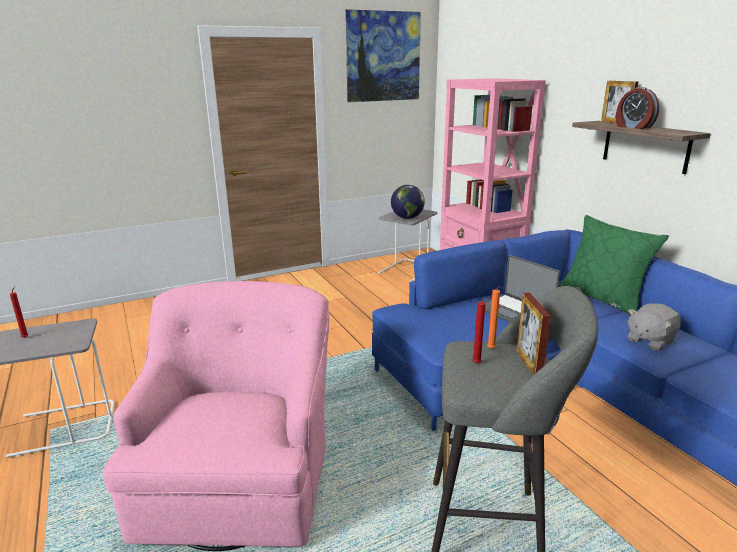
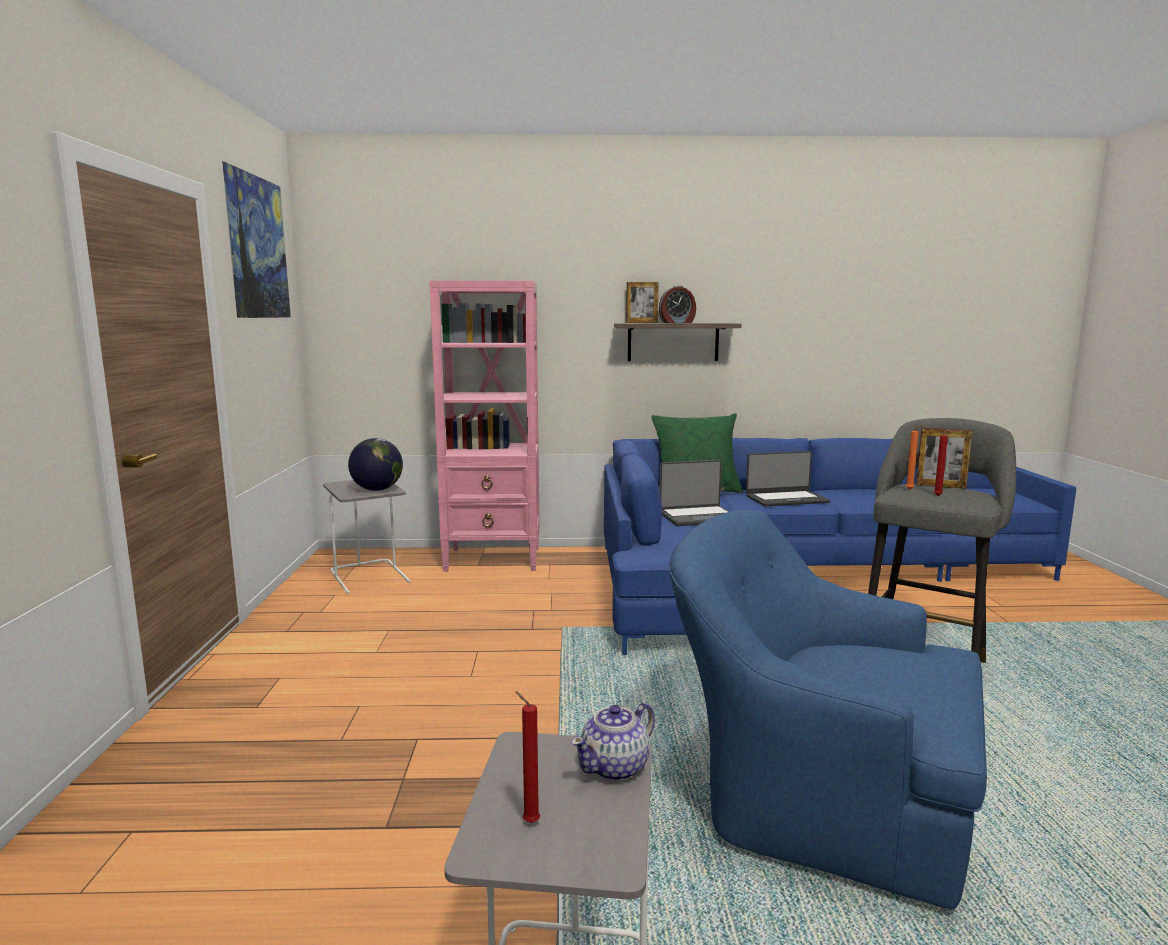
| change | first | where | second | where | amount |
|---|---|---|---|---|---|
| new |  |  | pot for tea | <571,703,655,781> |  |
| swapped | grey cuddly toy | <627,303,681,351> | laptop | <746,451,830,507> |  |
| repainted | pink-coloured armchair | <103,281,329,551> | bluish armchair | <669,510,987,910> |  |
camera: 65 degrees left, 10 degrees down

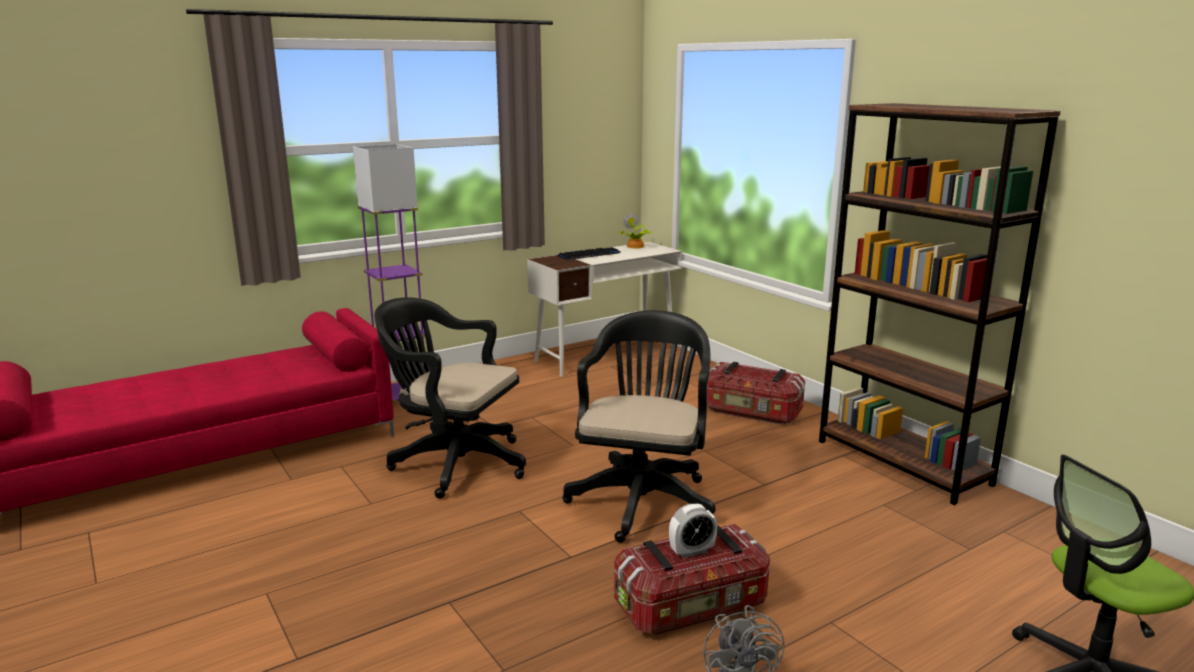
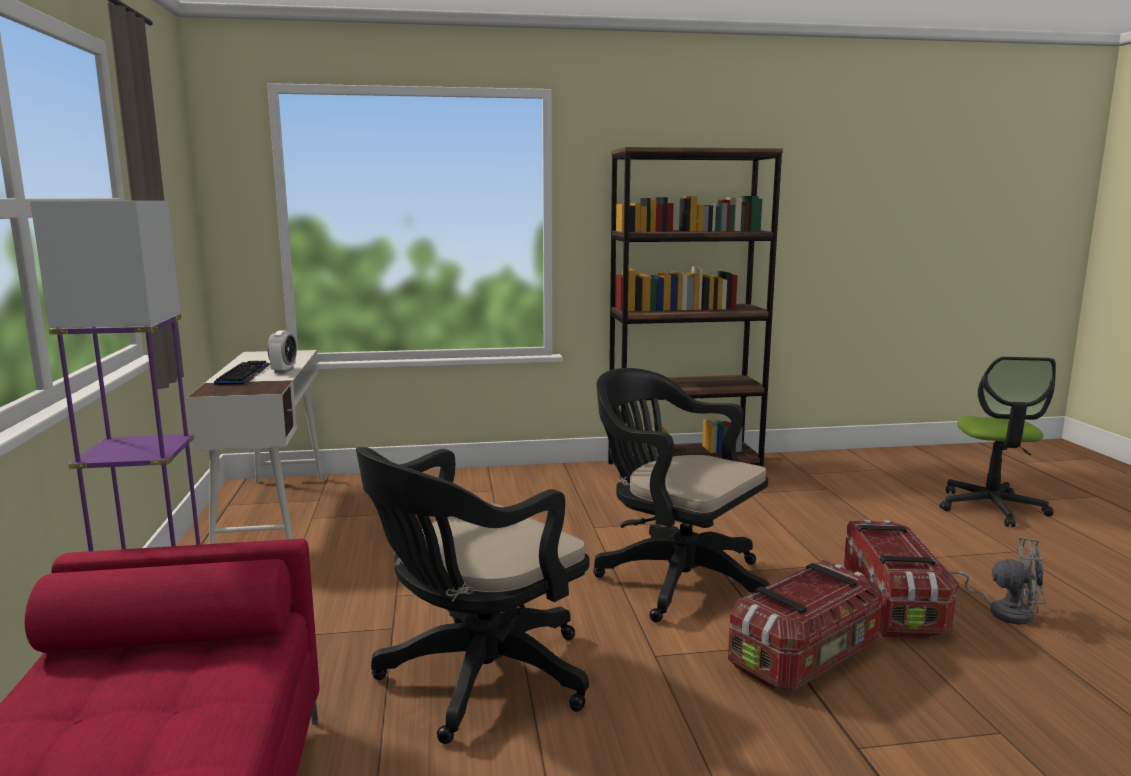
| change | first | where | second | where | amount |
|---|---|---|---|---|---|
| gone | potted plant | <618,212,652,248> |  |  |  |
| shifted | alarm clock | <669,504,717,558> |  | <267,331,297,374> |  |
| shifted | storage box | <707,362,805,425> |  | <728,560,883,691> |  |
camera: 65 degrees left, 5 degrees down

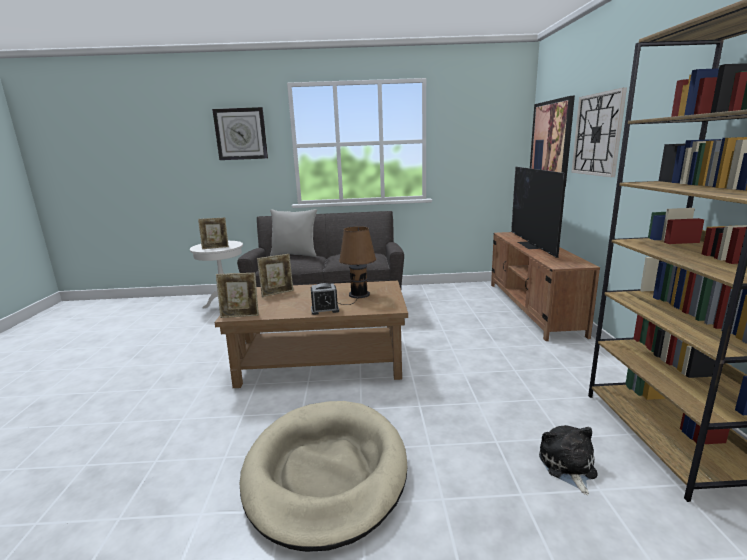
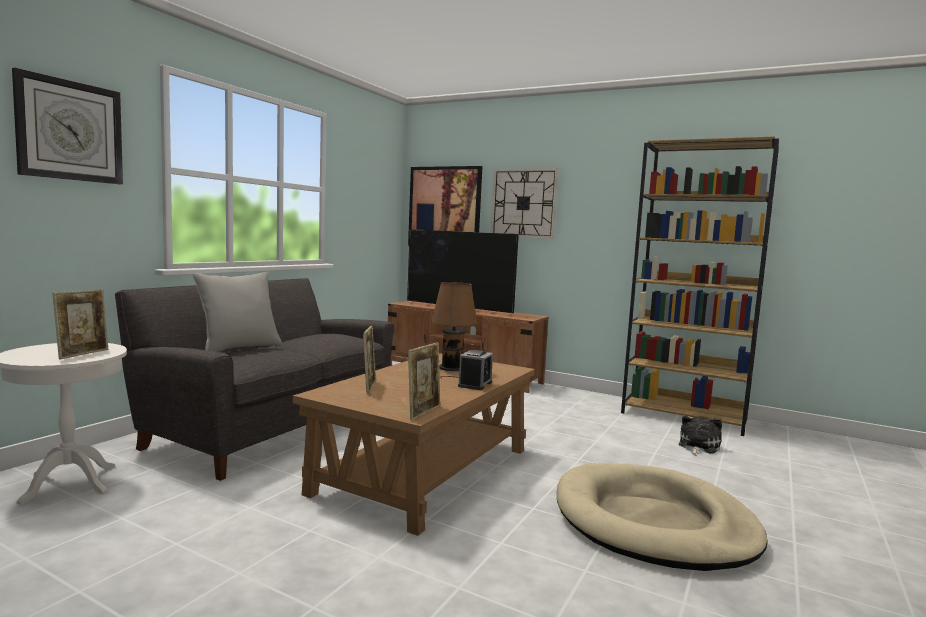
| change | first | where | second | where | amount |
|---|---|---|---|---|---|
| rotated | cuddly toy | <539,425,597,495> |  | <679,416,722,456> | 90 degrees clockwise |
camera: 60 degrees left, 10 degrees down

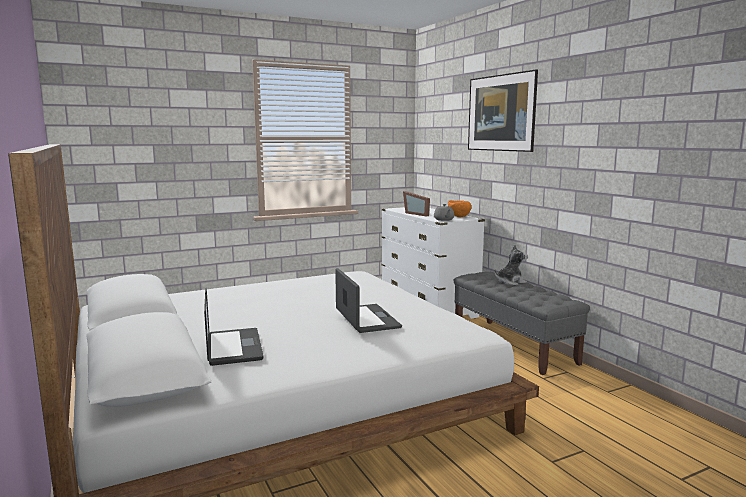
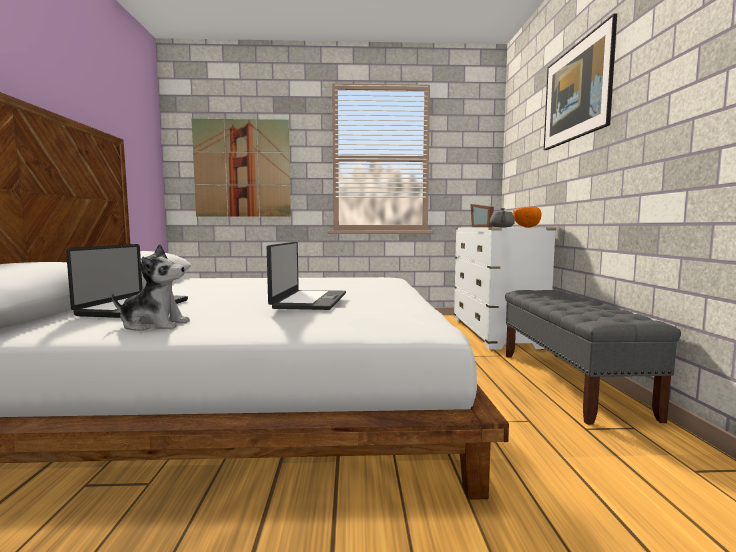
| change | first | where | second | where | amount |
|---|---|---|---|---|---|
| new |  |  | wall art | <192,119,291,217> |  |
| shifted | cuddly toy | <494,244,528,285> |  | <112,244,190,331> |  |
camera: 25 degrees right, 5 degrees down

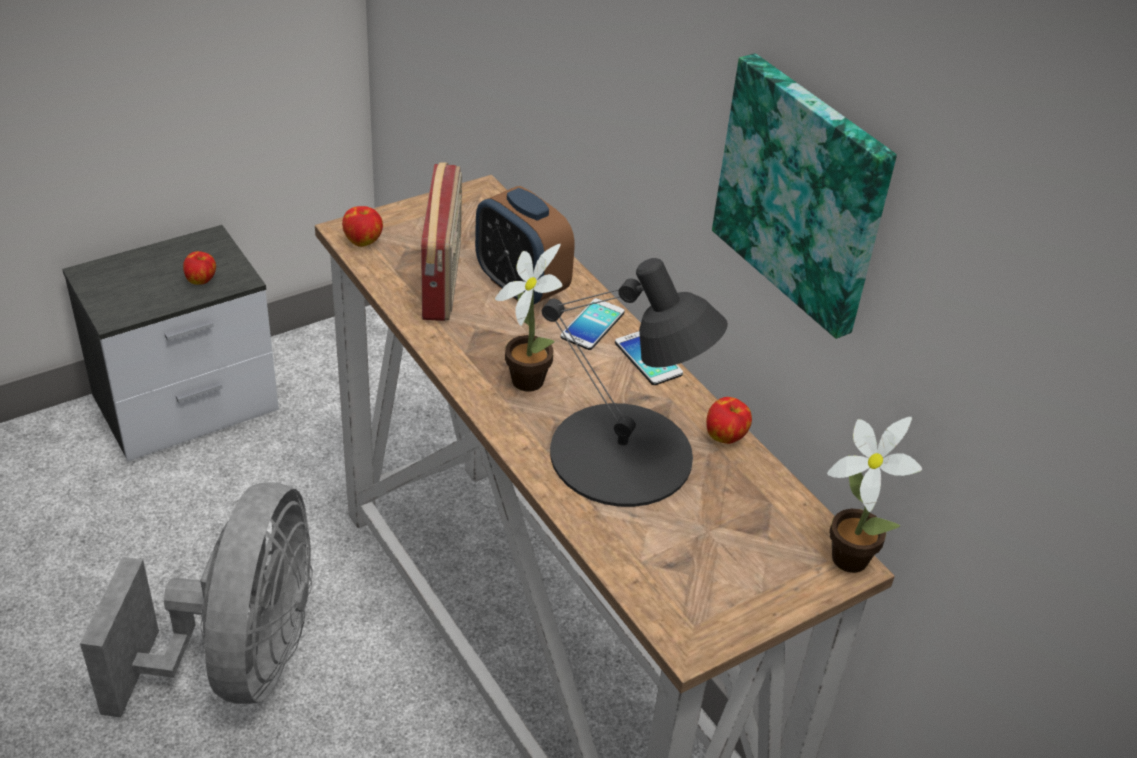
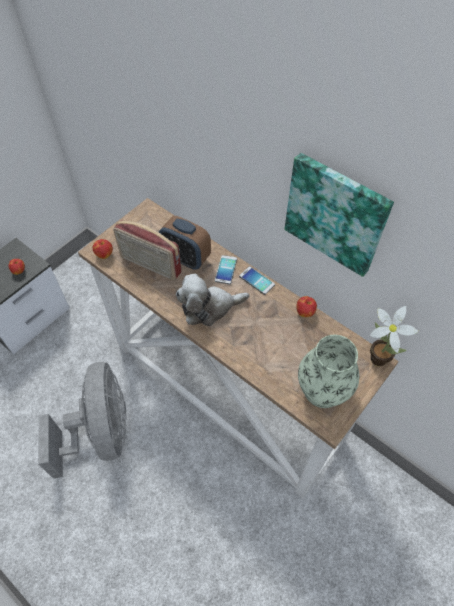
| change | first | where | second | where | amount |
|---|---|---|---|---|---|
| gone | blackish lamp for a table | <542,258,728,507> |  |  |  |
| new |  |  | decorative vase | <298,335,359,408> |  |
| swapped | potted plant | <495,244,563,392> | cuddly toy | <176,274,249,326> |  |
| rotated | radio | <421,162,462,321> |  | <113,220,182,281> | 135 degrees clockwise |
camera: 15 degrees left, 15 degrees up

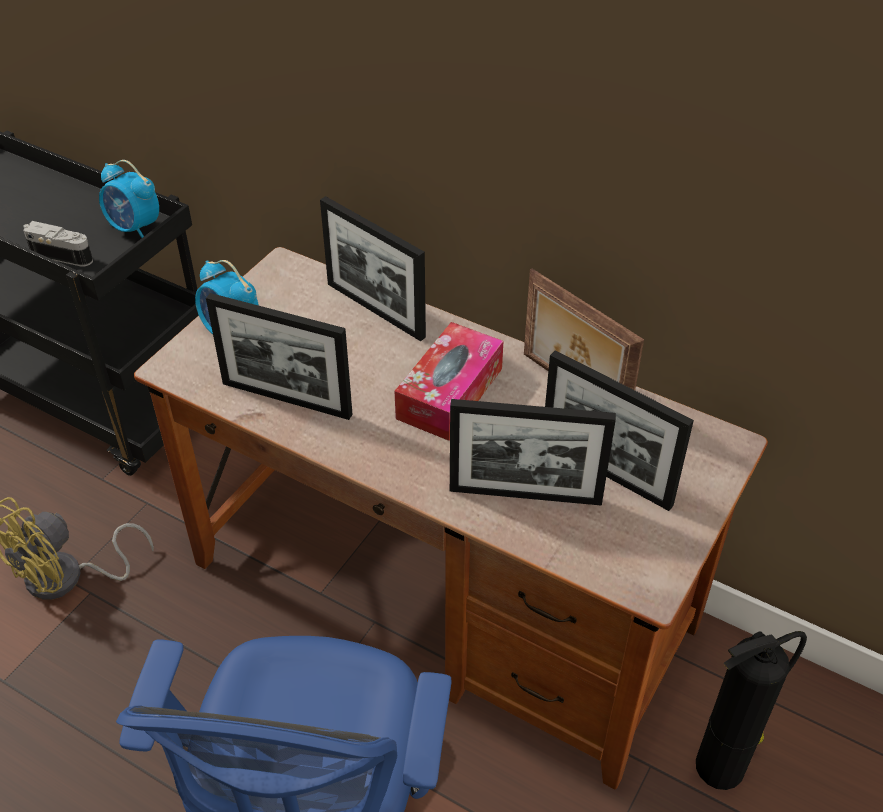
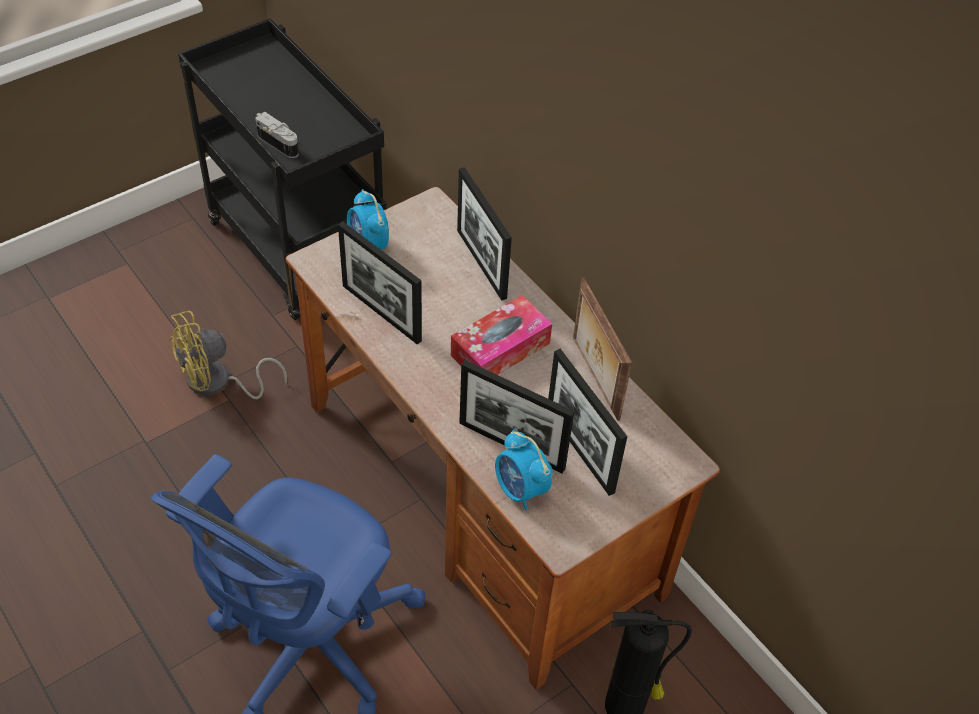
| change | first | where | second | where | amount |
|---|---|---|---|---|---|
| shifted | alarm clock | <99,160,159,238> |  | <495,430,553,510> |  |
camera: 20 degrees right, 5 degrees up

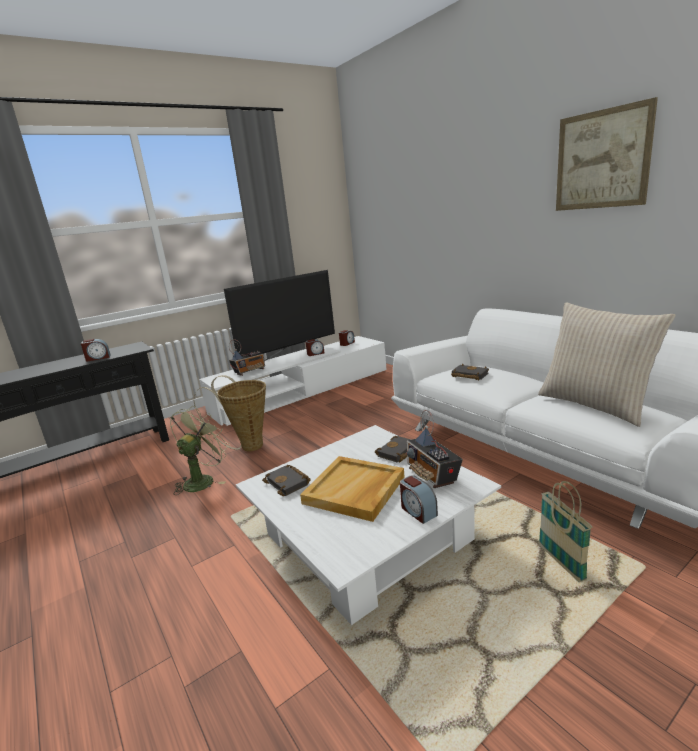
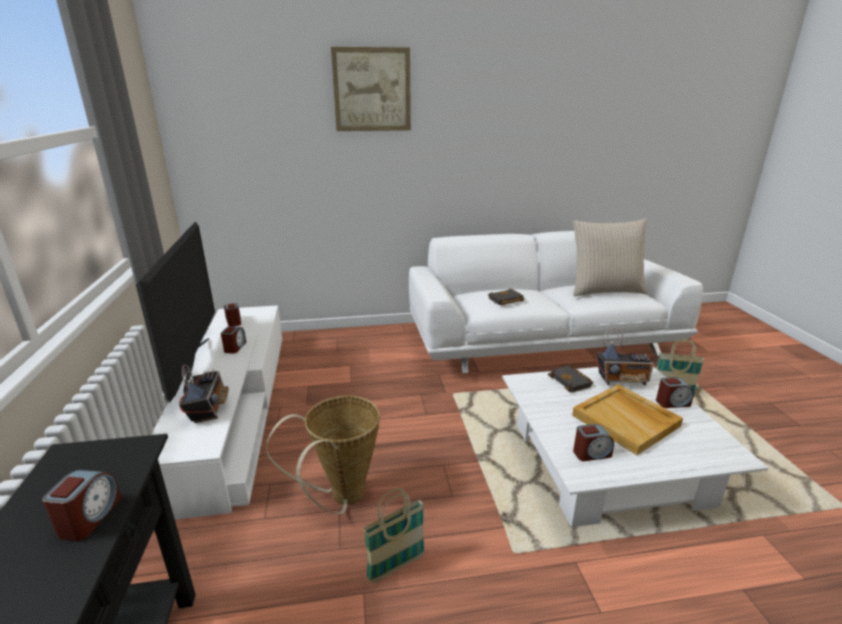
| change | first | where | second | where | amount |
|---|---|---|---|---|---|
| shifted | wall art | <556,97,658,211> |  | <331,47,411,131> |  |
| swapped | green fan | <170,406,230,495> | basket | <363,488,425,583> |  |
| swapped | blackish book | <262,465,311,496> | alarm clock | <573,424,614,461> |  |
camera: 65 degrees left, 5 degrees up

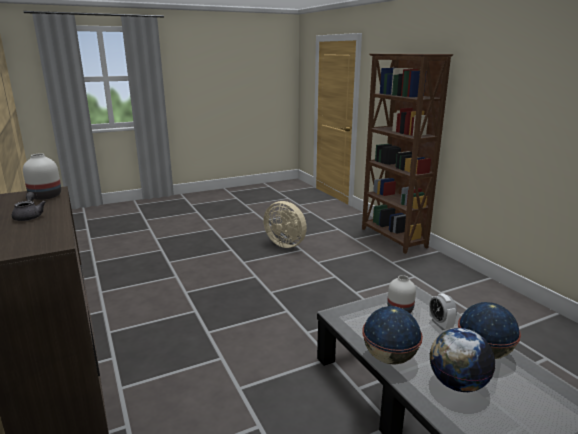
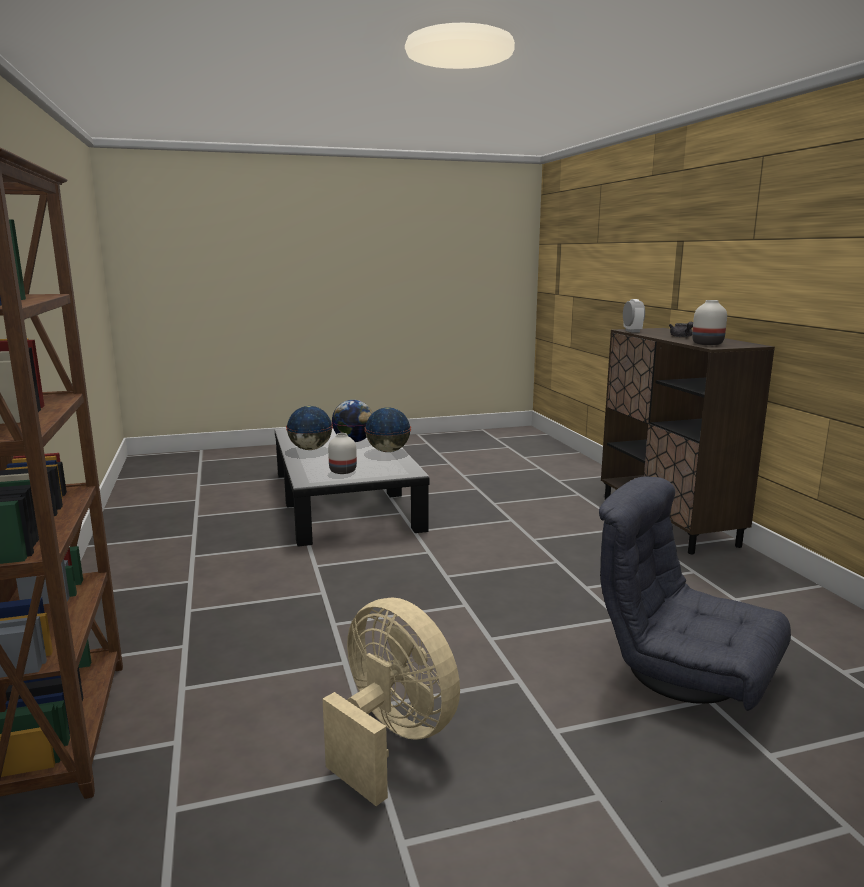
| change | first | where | second | where | amount |
|---|---|---|---|---|---|
| new |  |  | grey armchair | <599,476,791,711> |  |
| shifted | alarm clock | <429,293,457,330> |  | <623,299,645,333> |  |
camera: 170 degrees left, 5 degrees down

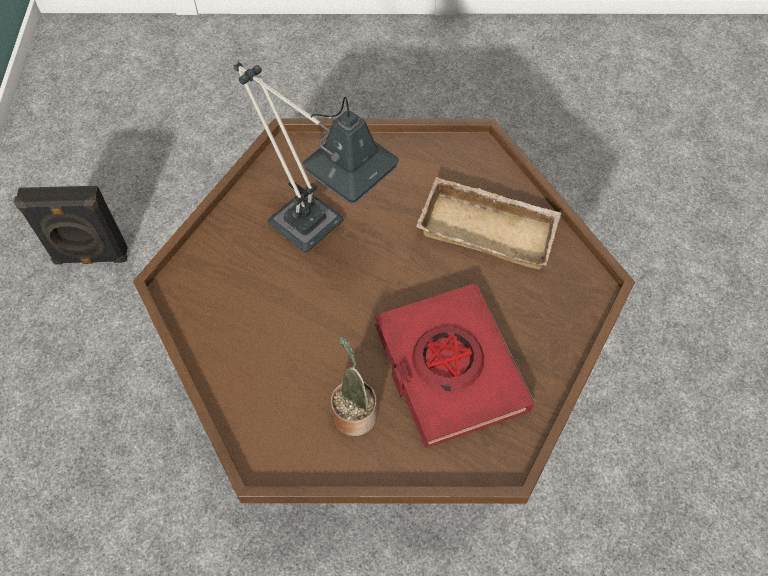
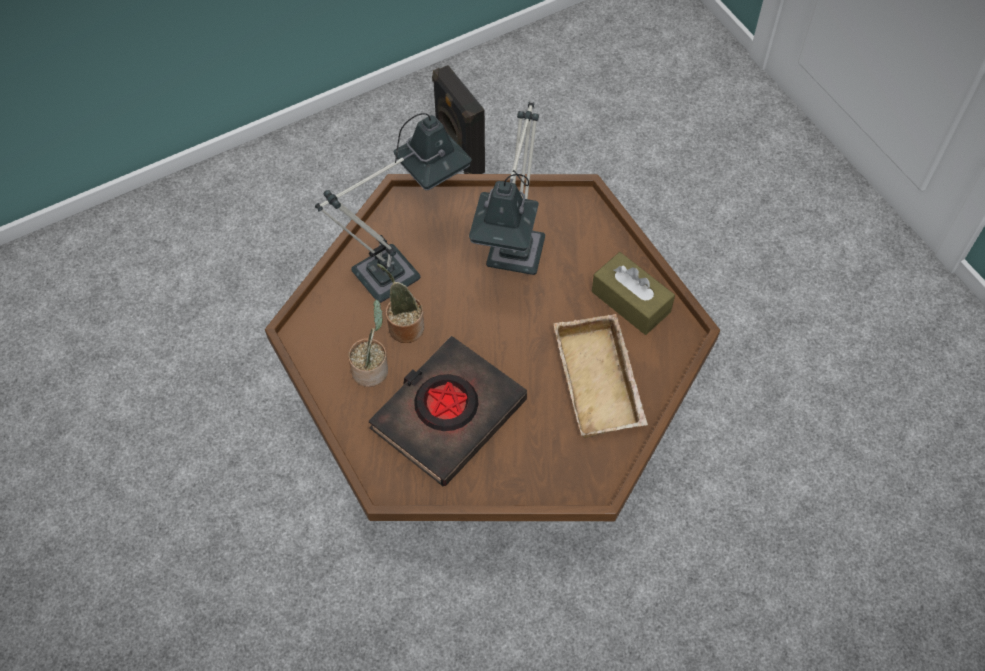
| change | first | where | second | where | amount |
|---|---|---|---|---|---|
| new |  |  | lamp for a table | <315,113,472,303> |  |
| new |  |  | potted plant | <377,264,424,343> |  |
| new |  |  | brownish box of tissues | <592,252,675,335> |  |
| repainted | reddish book | <375,284,534,448> | blackish book | <369,336,527,487> |  |
camera: 60 degrees right, 0 degrees up

